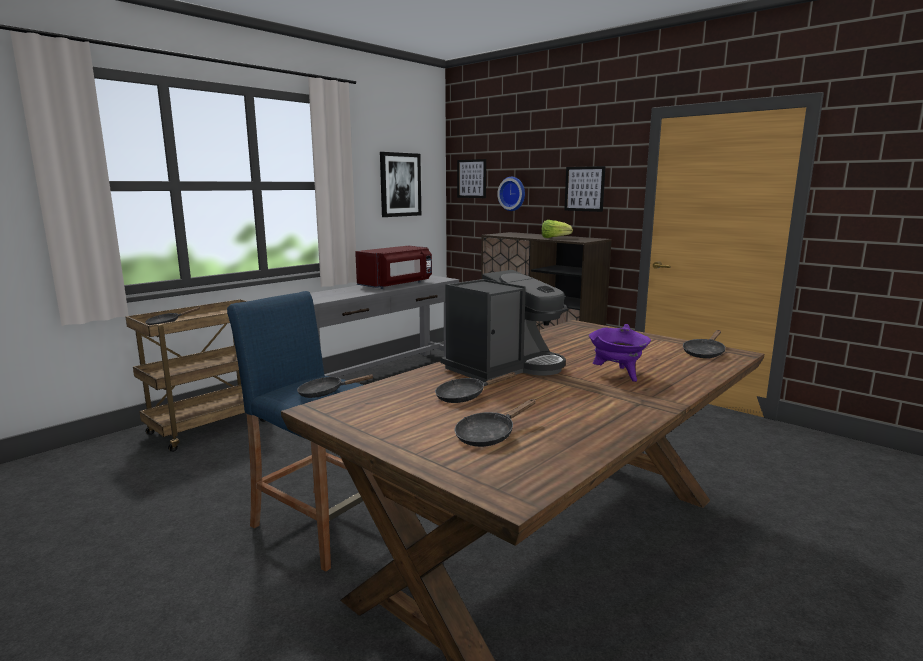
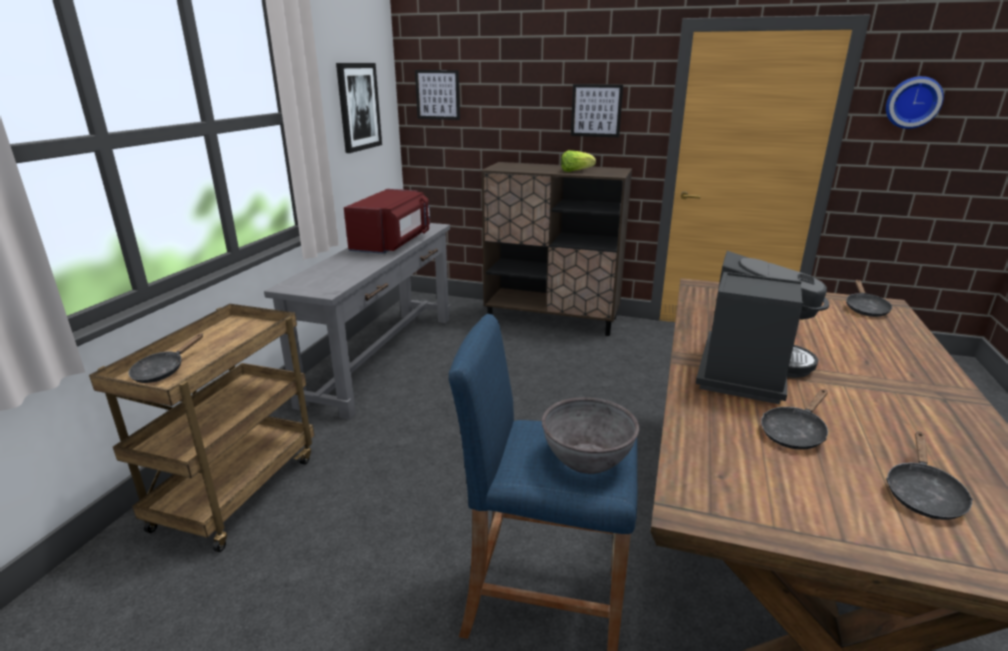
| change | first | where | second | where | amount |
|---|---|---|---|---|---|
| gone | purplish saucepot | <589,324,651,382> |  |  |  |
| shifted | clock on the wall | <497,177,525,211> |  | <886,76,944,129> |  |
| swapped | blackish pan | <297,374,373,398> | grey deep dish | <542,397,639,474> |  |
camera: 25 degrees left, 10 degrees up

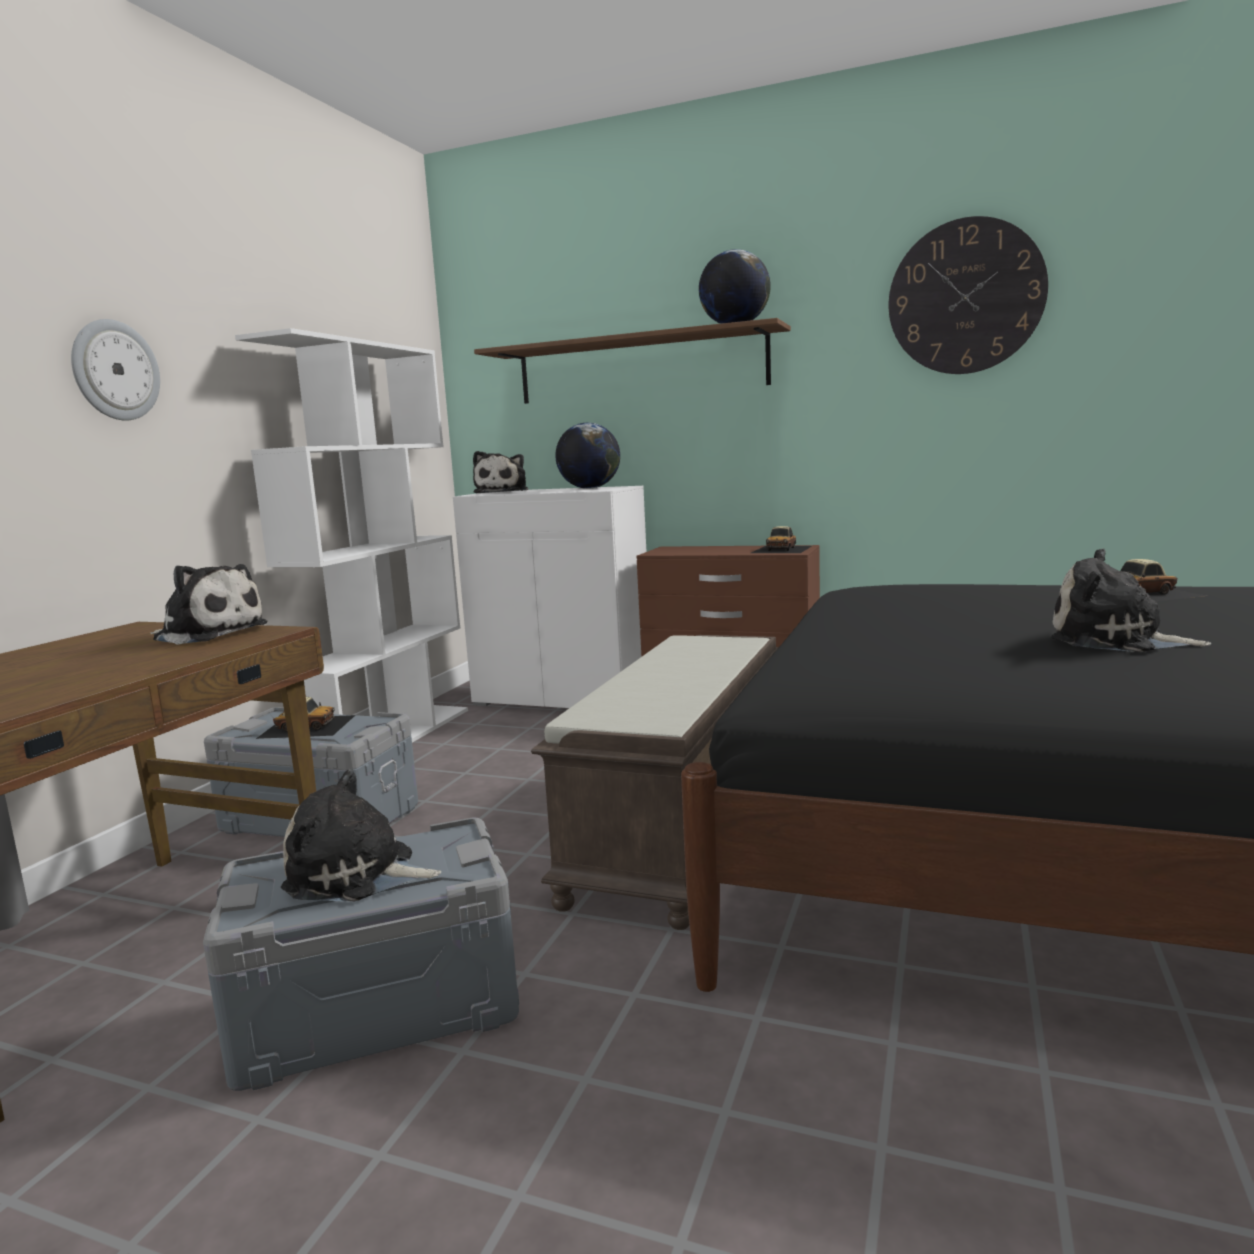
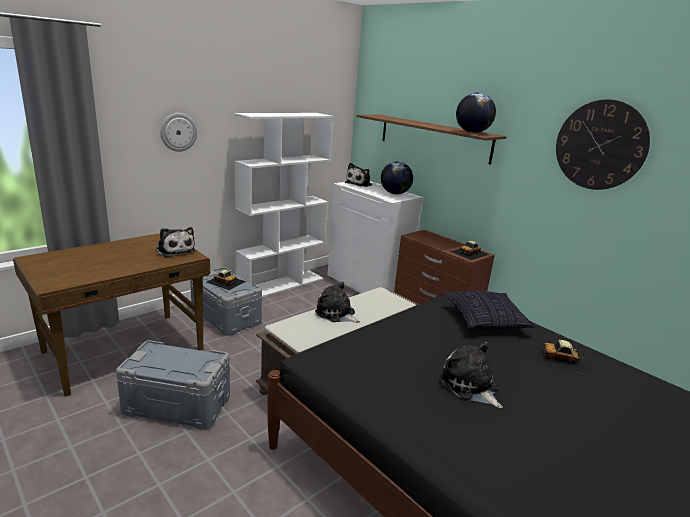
| change | first | where | second | where | amount |
|---|---|---|---|---|---|
| new |  |  | cushion | <444,290,537,330> |  |
| shifted | cuddly toy | <281,769,441,901> |  | <315,282,360,323> |  |
camera: 25 degrees right, 10 degrees up

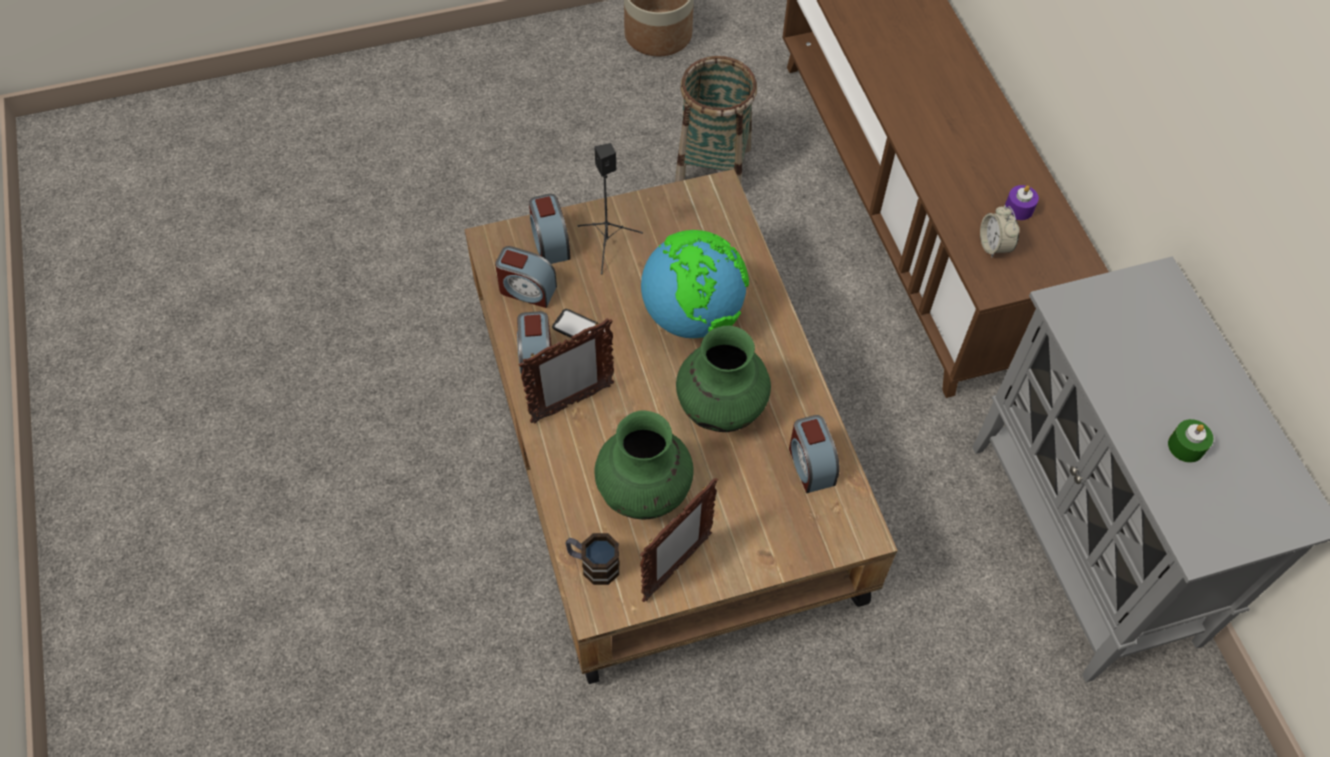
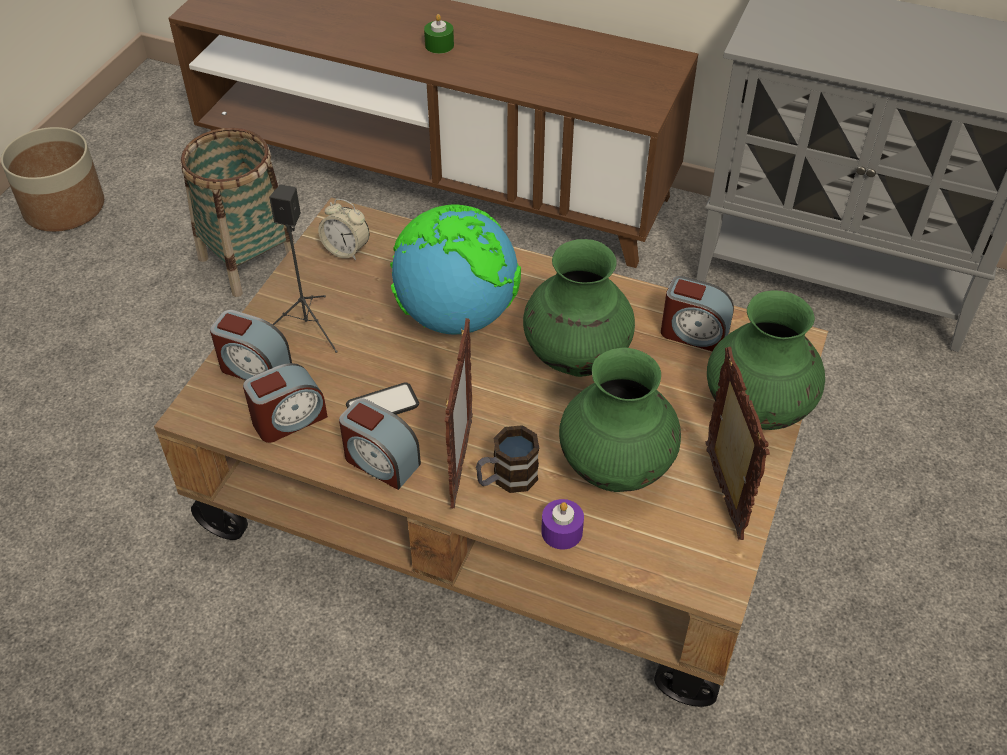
| change | first | where | second | where | amount |
|---|---|---|---|---|---|
| new |  |  | green decorative vase | <707,291,825,430> |  |
| shifted | coffee mug | <565,533,619,585> |  | <476,425,539,493> |  |
| shifted | alarm clock | <980,205,1020,258> |  | <318,199,370,260> |  |
| shifted | purplish wax light | <1005,185,1039,220> |  | <541,499,584,549> |  |
| shifted | green wax light | <1168,419,1213,463> |  | <424,14,454,54> |  |
camera: 50 degrees left, 10 degrees down

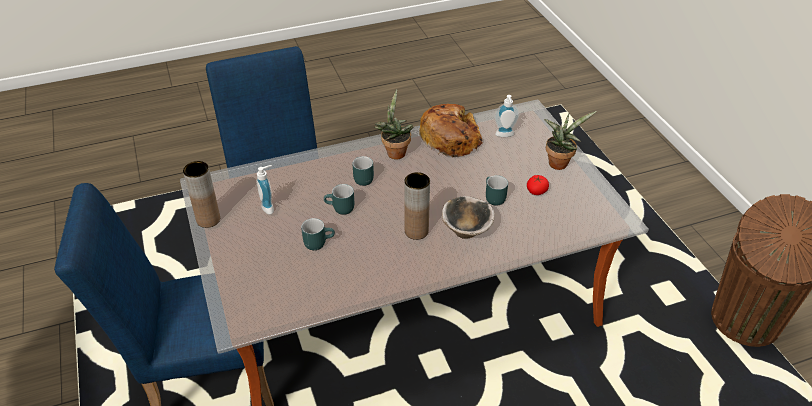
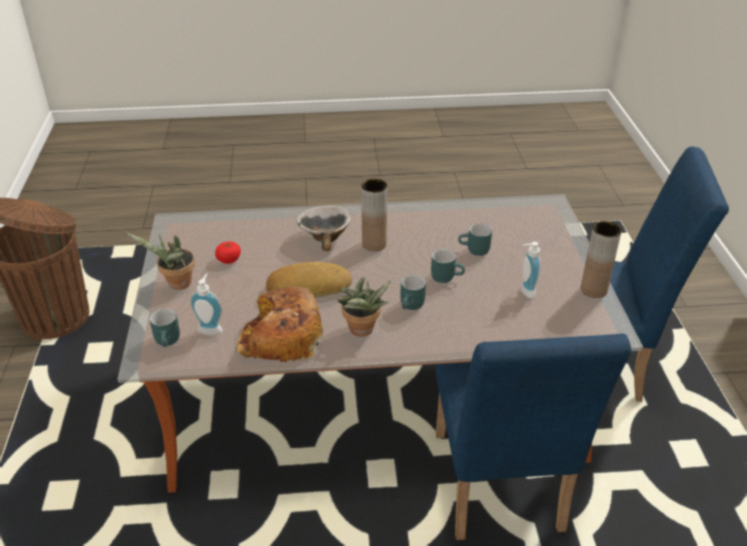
| change | first | where | second | where | amount |
|---|---|---|---|---|---|
| new |  |  | bread | <266,262,352,298> |  |
| shifted | blue-green coffee mug | <486,175,508,206> |  | <150,308,180,347> |  |
camera: 165 degrees left, 5 degrees down

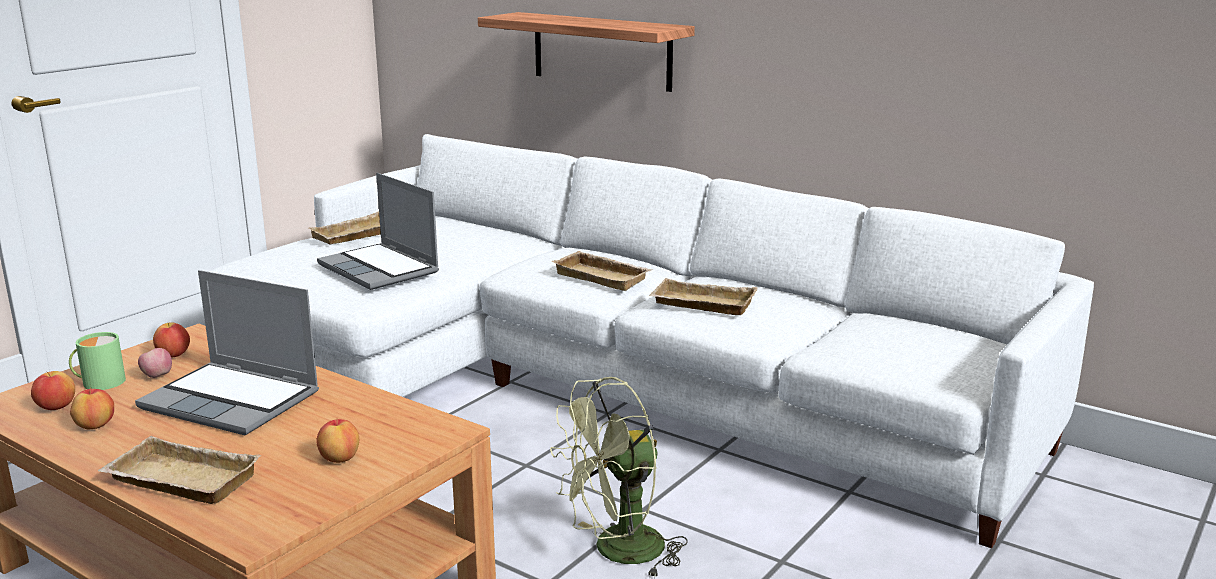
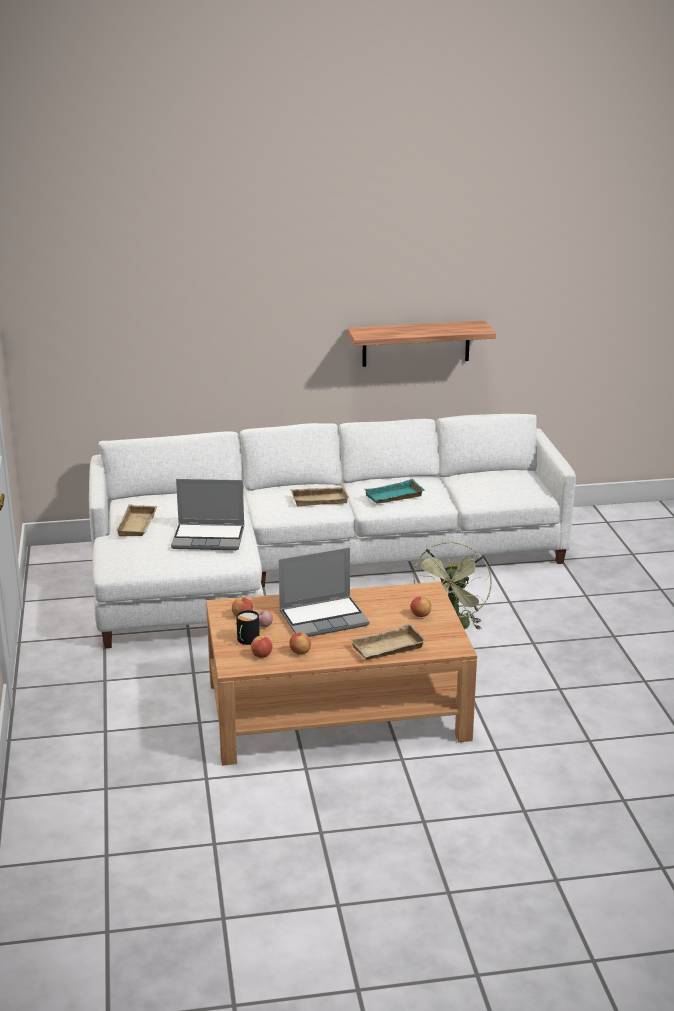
| change | first | where | second | where | amount |
|---|---|---|---|---|---|
| shifted | wall shelf | <478,12,695,92> |  | <347,321,496,367> |  |
| repainted | green coffee mug | <69,332,126,390> | blackish coffee mug | <236,610,260,645> |  |
| repainted | sand-coloured serving tray | <649,278,758,315> | blue-green serving tray | <364,479,425,504> |  |
camera: 45 degrees left, 5 degrees up

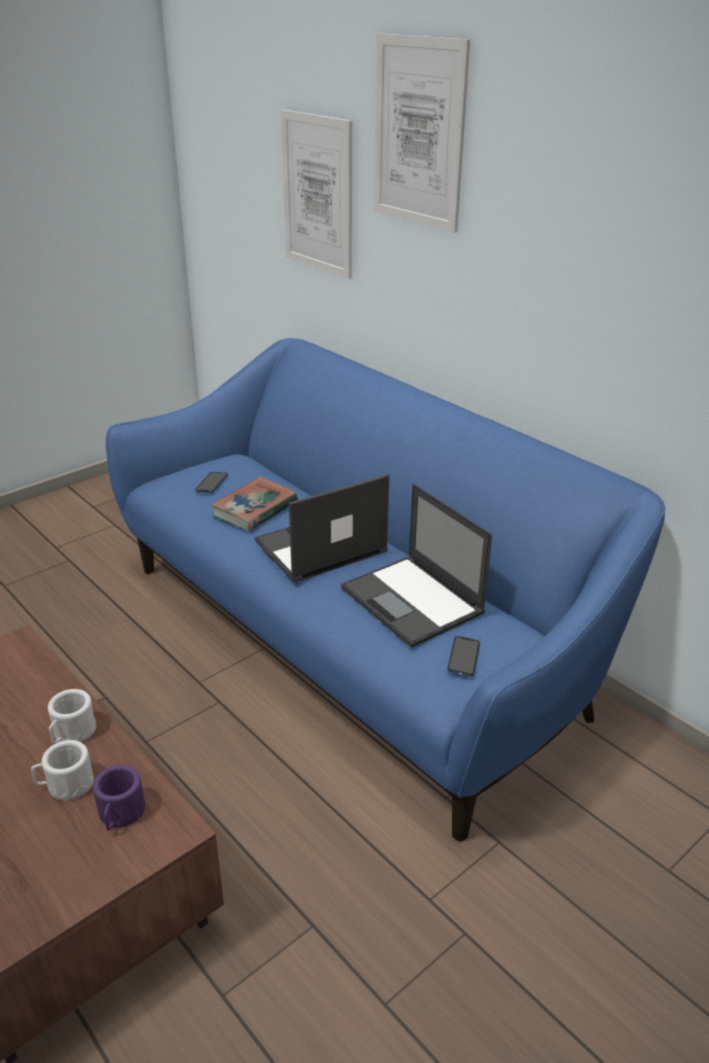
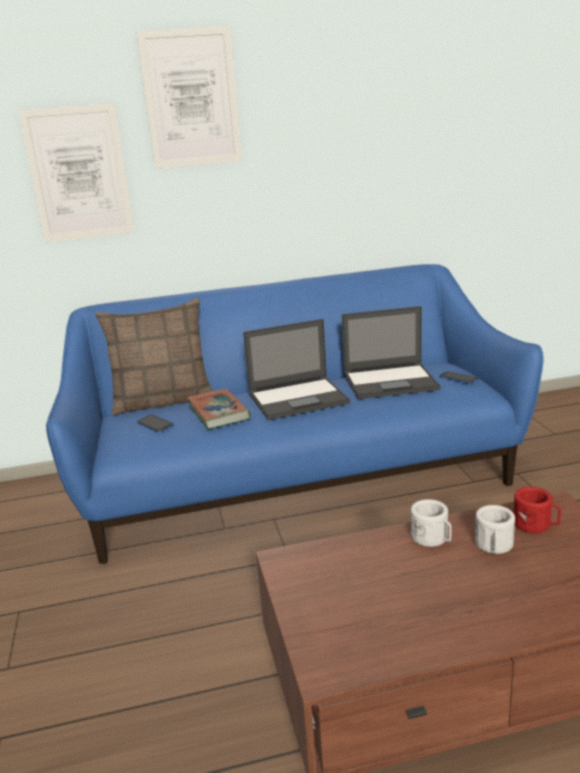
| change | first | where | second | where | amount |
|---|---|---|---|---|---|
| new |  |  | cushion | <95,298,213,416> |  |
| repainted | purplish coffee mug | <93,765,145,831> | reddish coffee mug | <514,487,561,533> |  |
| rotated | laptop | <254,474,389,583> |  | <243,319,350,420> | 105 degrees counterclockwise |
camera: 60 degrees left, 10 degrees down

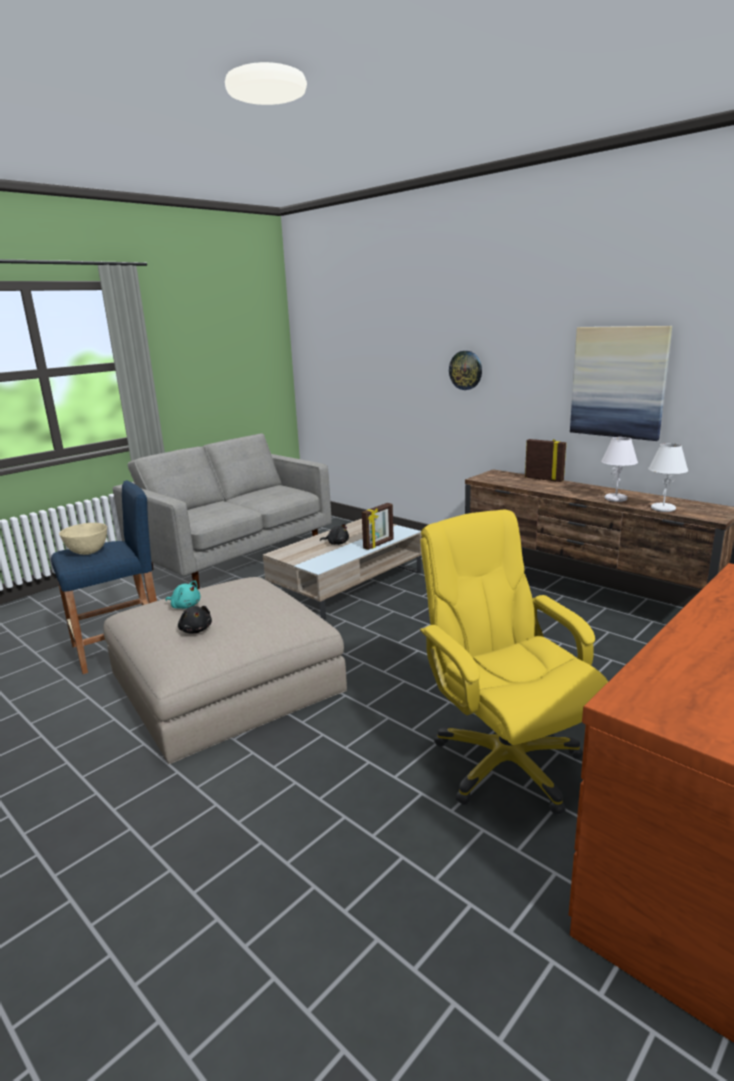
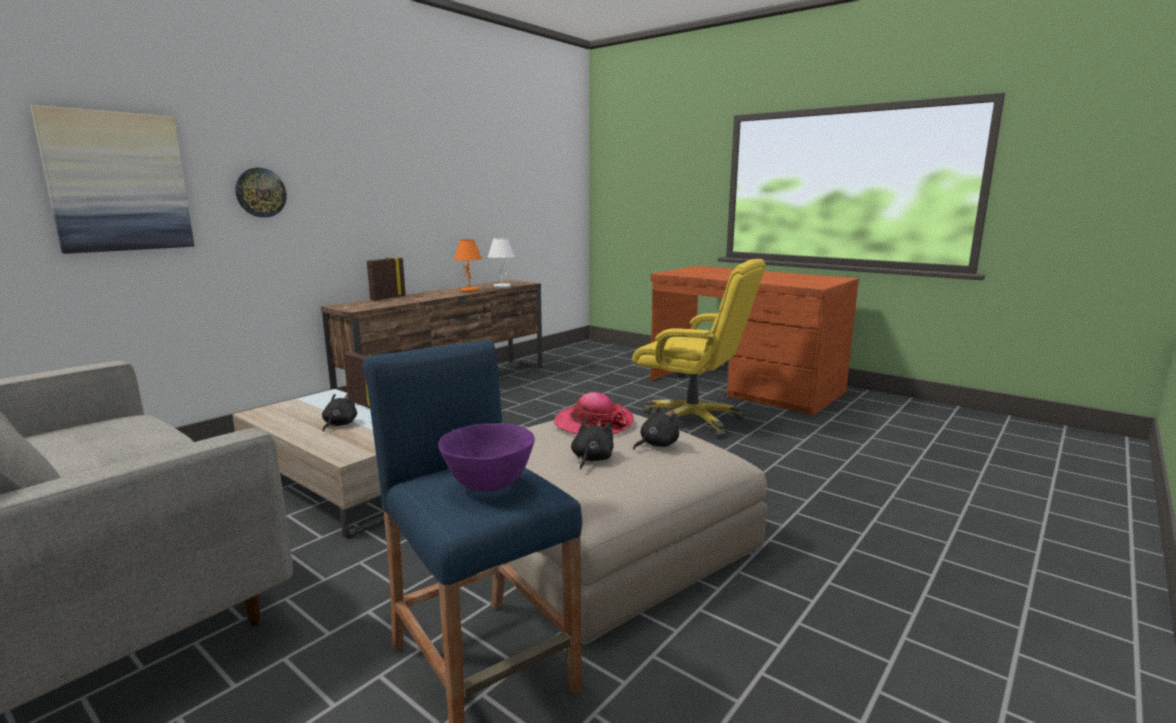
| change | first | where | second | where | amount |
|---|---|---|---|---|---|
| new |  |  | hat | <554,392,634,435> |  |
| shifted | wall art | <570,326,672,441> |  | <30,105,194,254> |  |
| repainted | sand-coloured deep dish | <59,523,107,555> | purplish deep dish | <438,423,535,492> |  |
| repainted | blue-green cuddly toy | <165,581,201,609> | blackish cuddly toy | <571,419,614,470> |  |
| repainted | white-coloured lamp for a table | <601,437,638,502> | orange lamp for a table | <454,239,482,292> |  |
| rotated | yellow office chair | <420,510,608,815> |  | <632,259,765,438> | 120 degrees counterclockwise |
camera: 95 degrees left, 5 degrees down

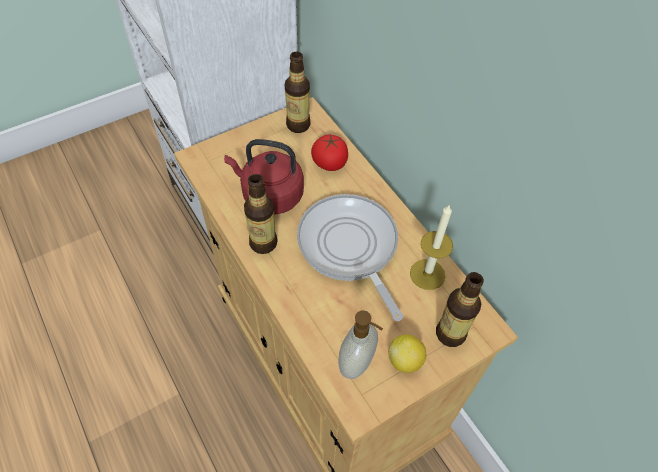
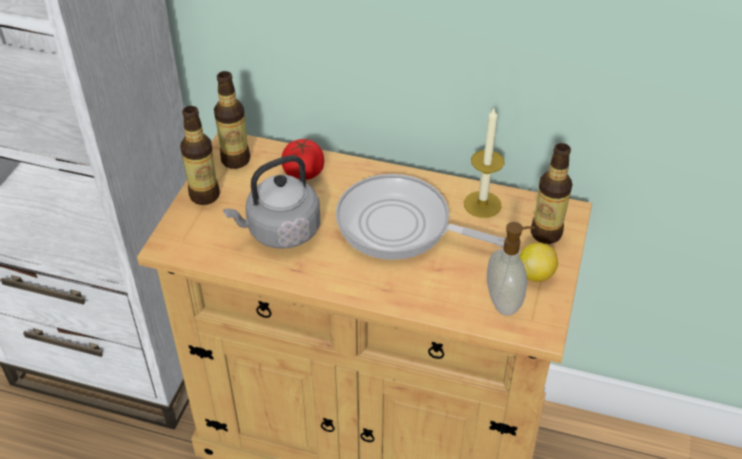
| change | first | where | second | where | amount |
|---|---|---|---|---|---|
| shifted | drink bottle | <244,174,277,254> |  | <180,106,220,205> |  |
| repainted | reddish water kettle | <224,139,304,215> | grey water kettle | <223,155,320,249> |  |
camera: 40 degrees left, 10 degrees down

